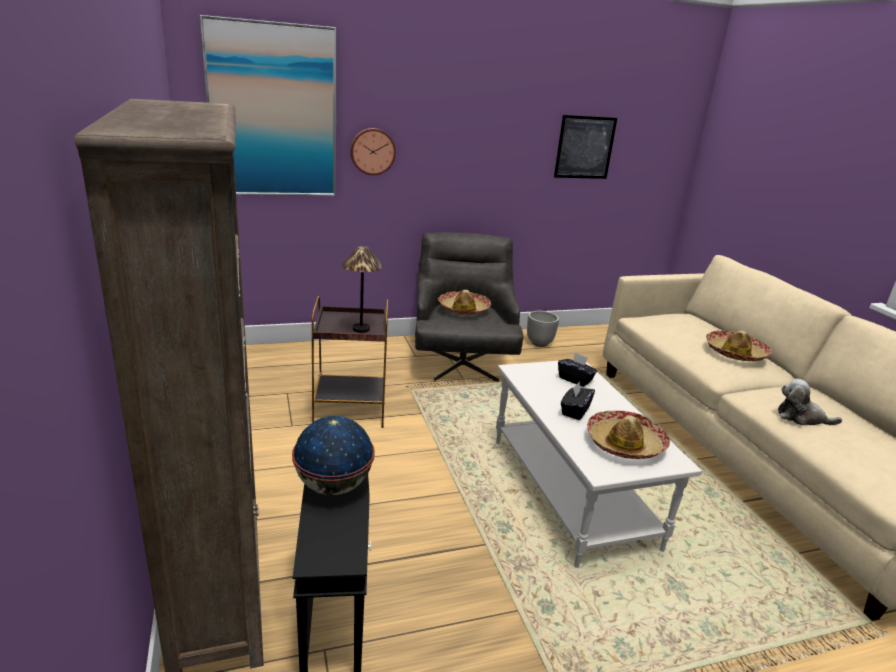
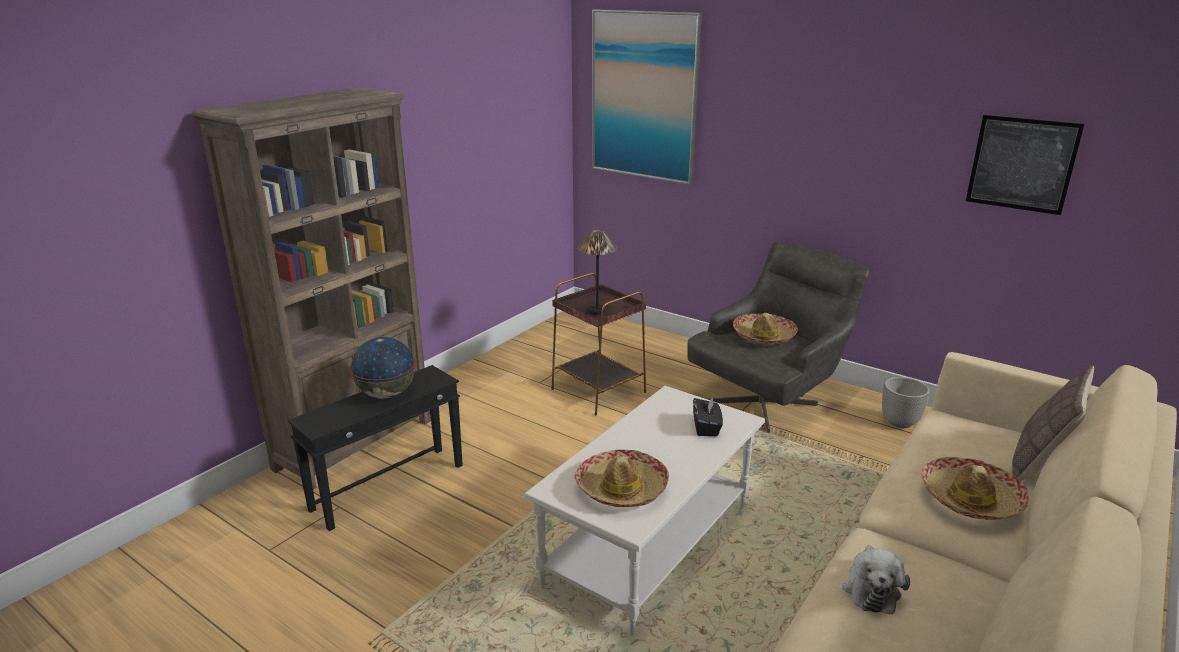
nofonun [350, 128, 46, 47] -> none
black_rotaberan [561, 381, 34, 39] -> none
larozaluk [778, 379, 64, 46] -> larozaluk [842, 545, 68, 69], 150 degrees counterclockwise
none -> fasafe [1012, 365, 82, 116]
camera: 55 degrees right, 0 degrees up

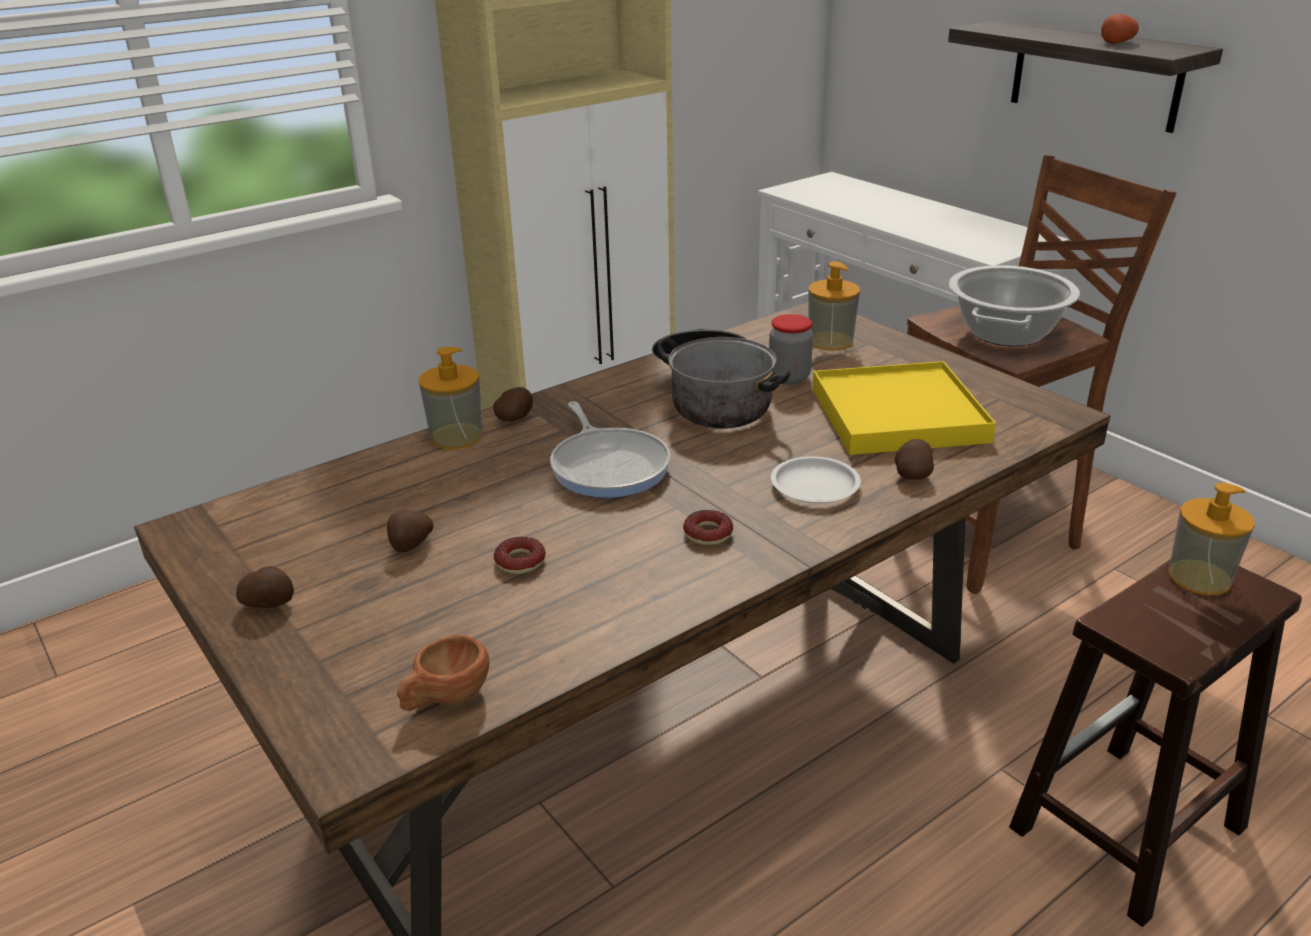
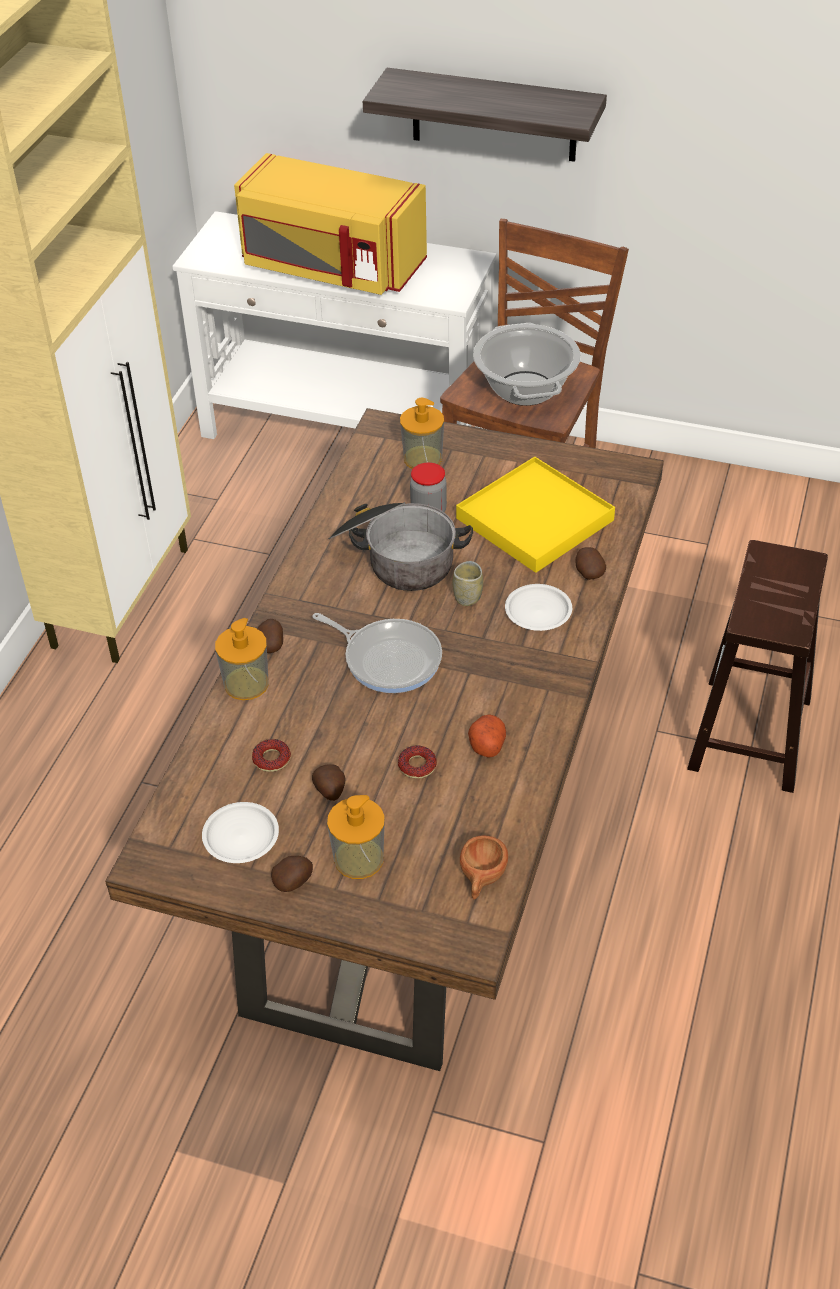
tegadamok [683, 510, 50, 35] -> tegadamok [252, 739, 39, 33], relocated
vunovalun [1101, 14, 38, 30] -> vunovalun [468, 714, 38, 44], relocated
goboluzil [1168, 482, 87, 113] -> goboluzil [327, 795, 58, 84], relocated
none -> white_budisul [202, 802, 77, 61]
none -> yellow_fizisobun [234, 153, 193, 142]
none -> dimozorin [453, 561, 30, 45]
camera: 35 degrees left, 15 degrees up

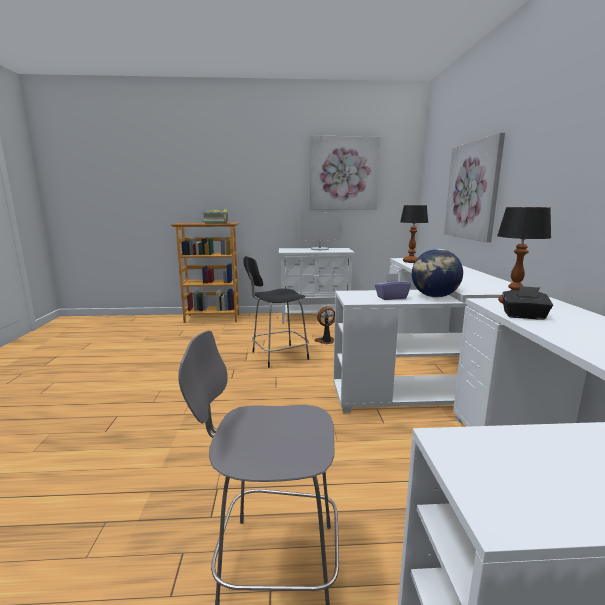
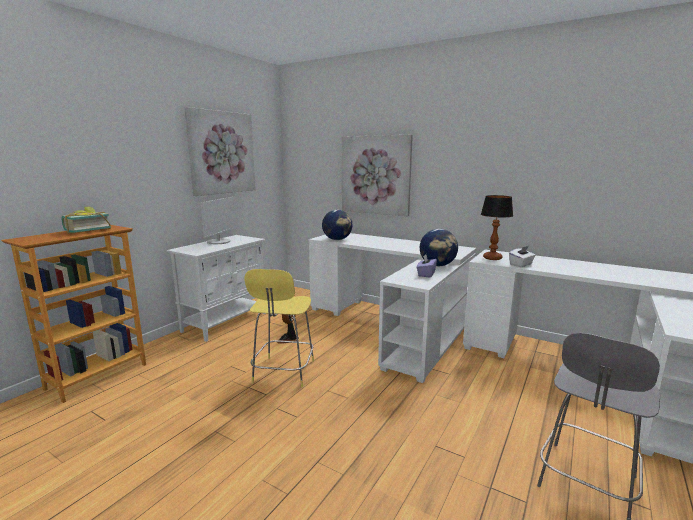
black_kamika [243, 256, 66, 112] -> yellow_kamika [244, 269, 70, 119]
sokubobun [400, 205, 28, 58] -> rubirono [322, 210, 30, 30]
black_rotaberan [502, 286, 51, 34] -> white_rotaberan [509, 246, 27, 21]
camera: 55 degrees left, 0 degrees up

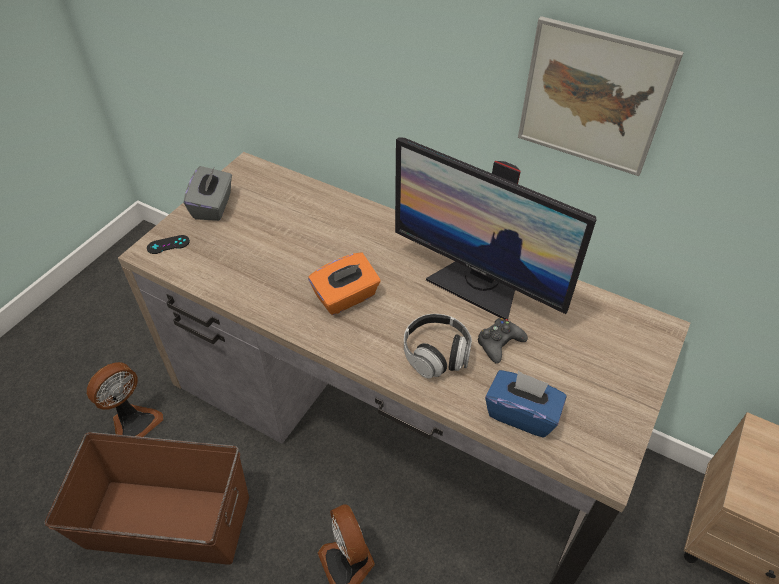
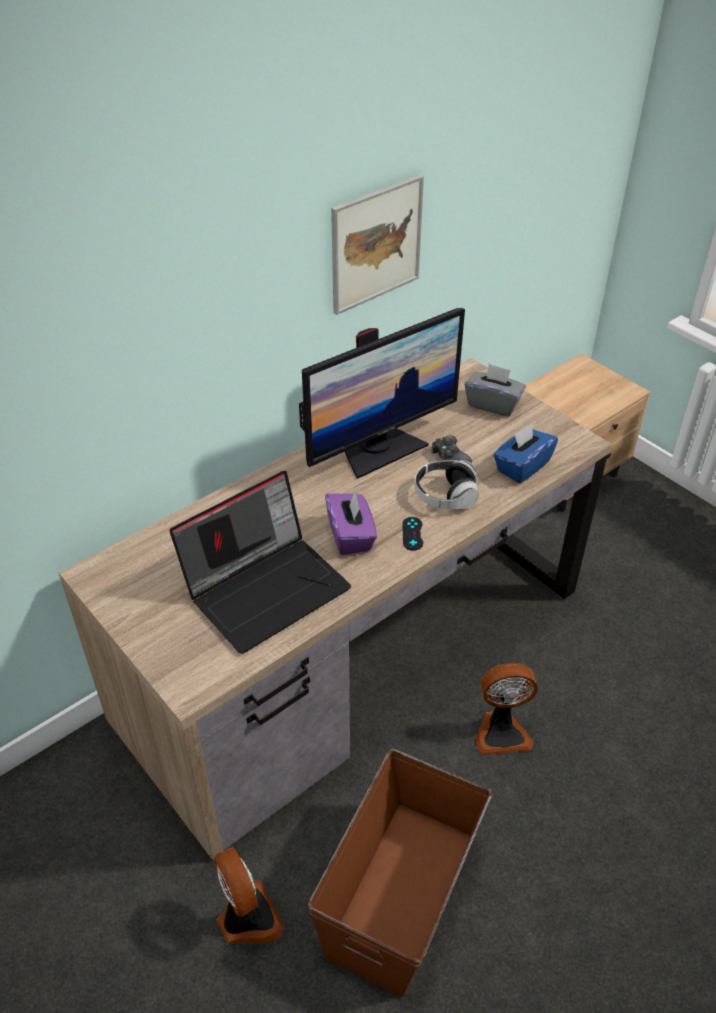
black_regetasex [147, 235, 43, 19] -> black_regetasex [402, 517, 21, 34], relocated
grey_rotaberan [184, 166, 48, 55] -> grey_rotaberan [465, 364, 61, 52], relocated
orange_rotaberan [308, 252, 73, 63] -> purple_rotaberan [325, 490, 52, 65]
none -> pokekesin [170, 471, 181, 183]
camera: 70 degrees left, 5 degrees down

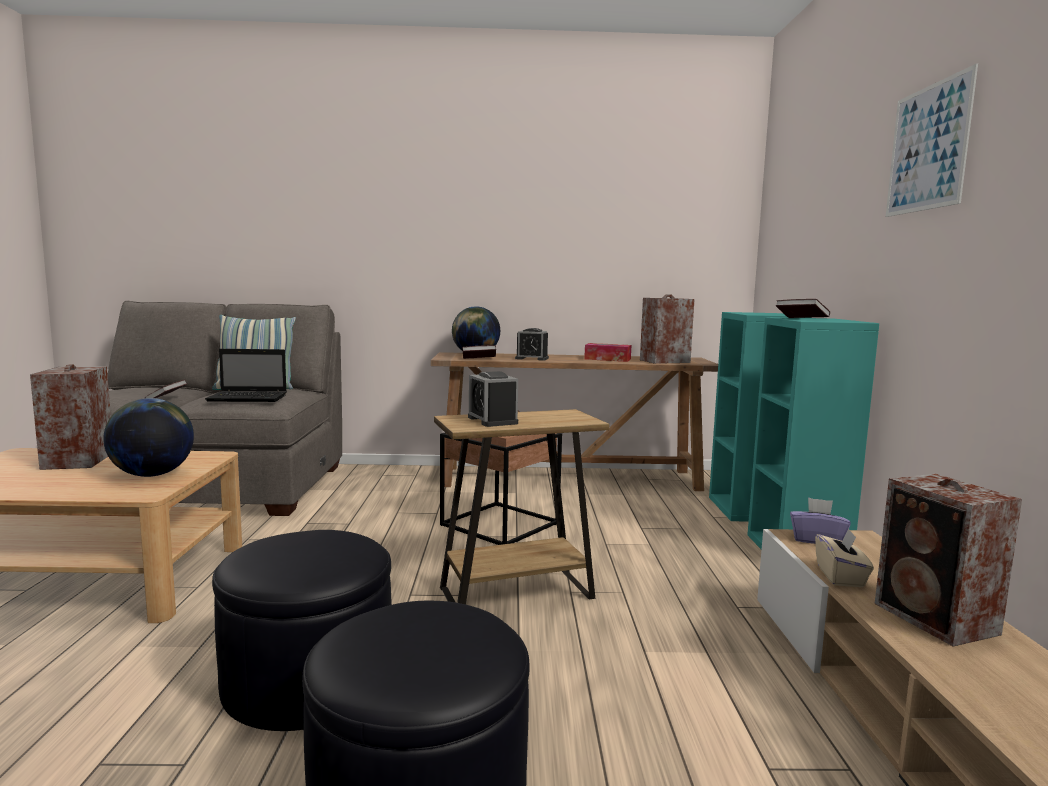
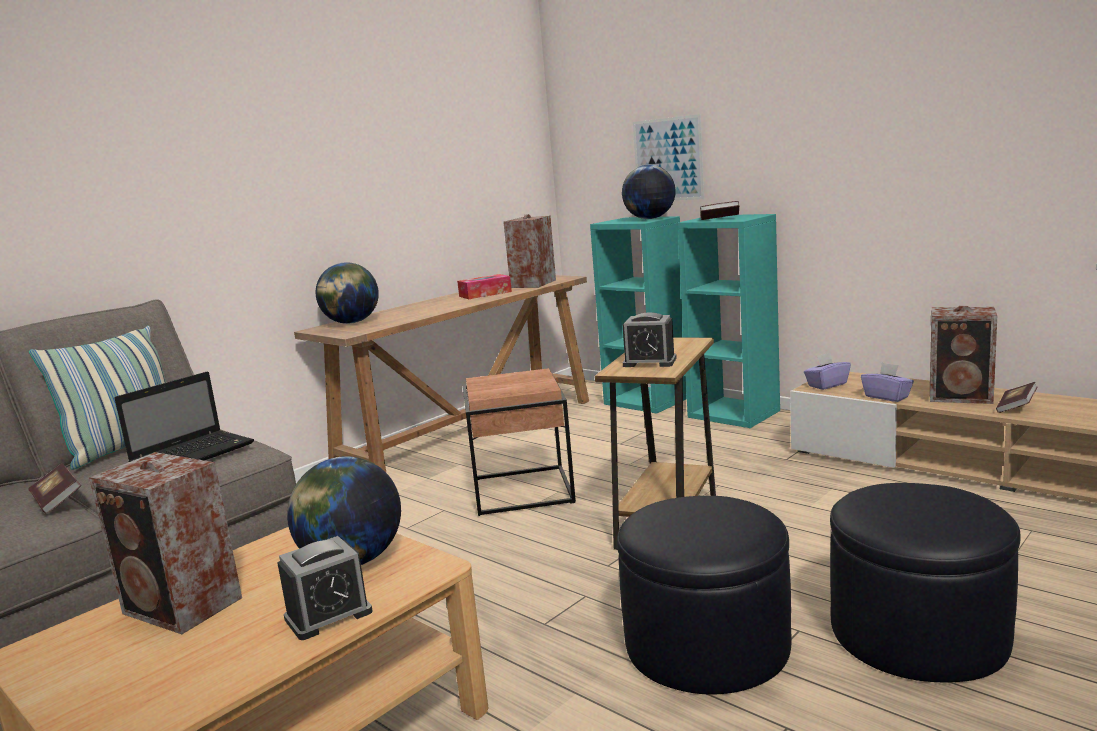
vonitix [462, 345, 34, 14] -> vonitix [996, 382, 41, 31], relocated
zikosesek [515, 328, 34, 33] -> zikosesek [277, 536, 96, 104], relocated
beige_rotaberan [815, 529, 59, 58] -> purple_rotaberan [861, 363, 53, 39]
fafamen [886, 63, 92, 154] -> fafamen [633, 114, 71, 86], relocated
none -> rubirono [622, 165, 54, 54]
camera: 45 degrees left, 5 degrees up

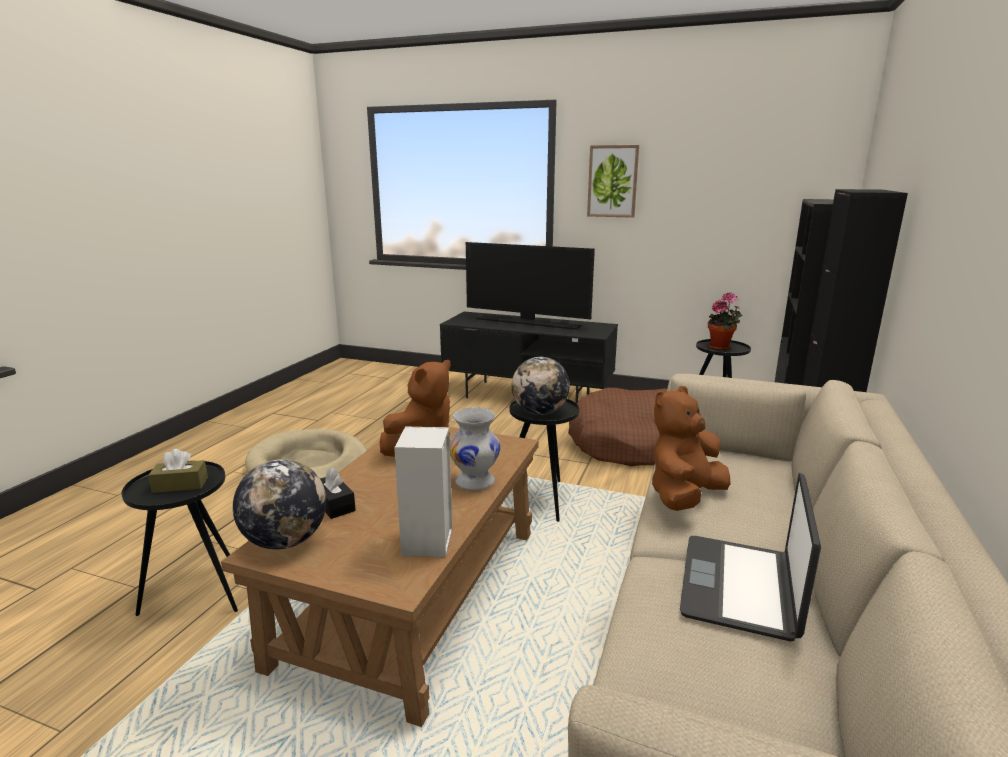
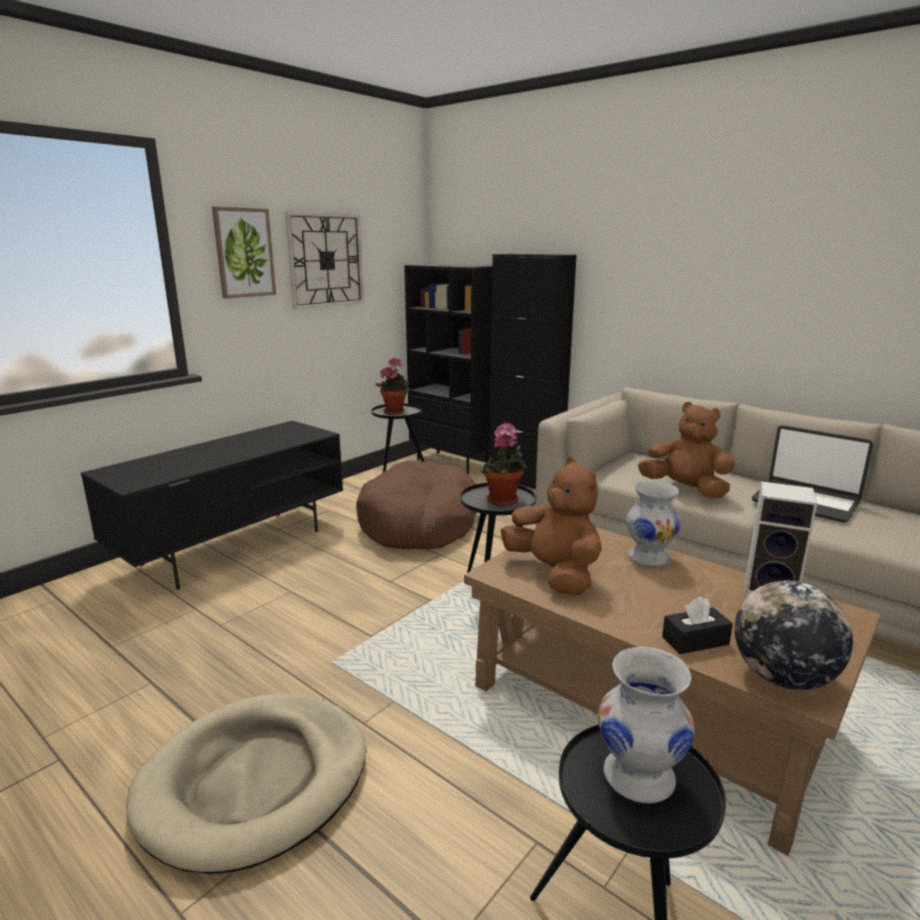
brown_rotaberan [148, 449, 60, 44] -> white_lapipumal [598, 647, 97, 157]
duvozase [466, 242, 129, 88] -> none
rubirono [512, 357, 58, 58] -> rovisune [481, 422, 46, 84]
brown_larozaluk [652, 386, 79, 125] -> brown_larozaluk [638, 402, 97, 97], 150 degrees clockwise
none -> nofonun [285, 212, 79, 98]
camera: 70 degrees left, 0 degrees up

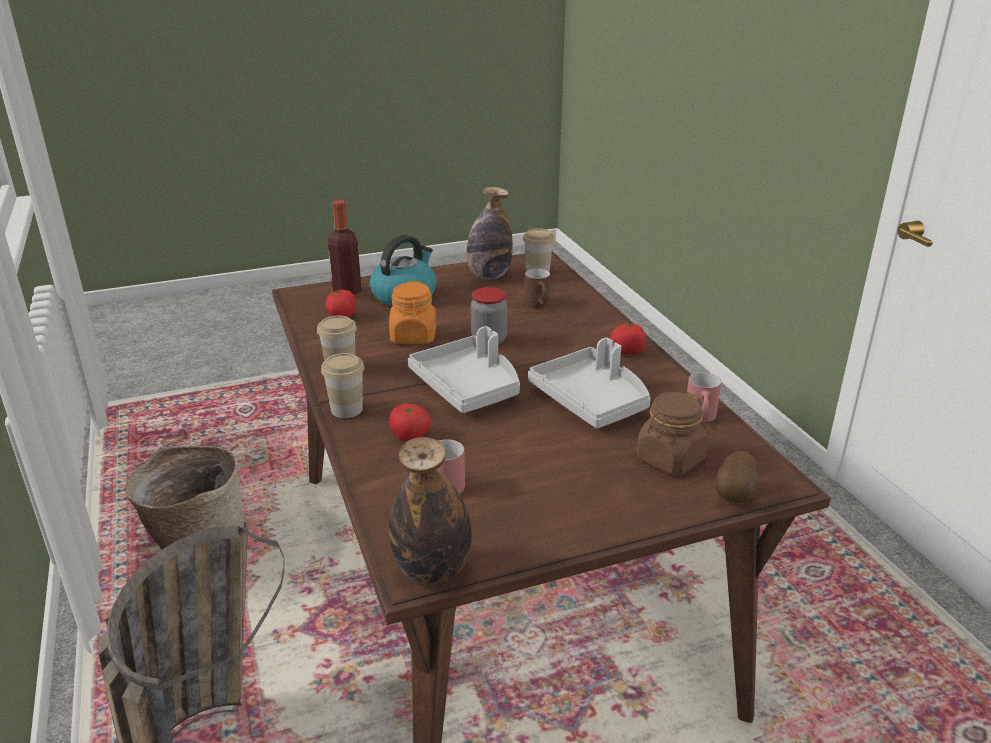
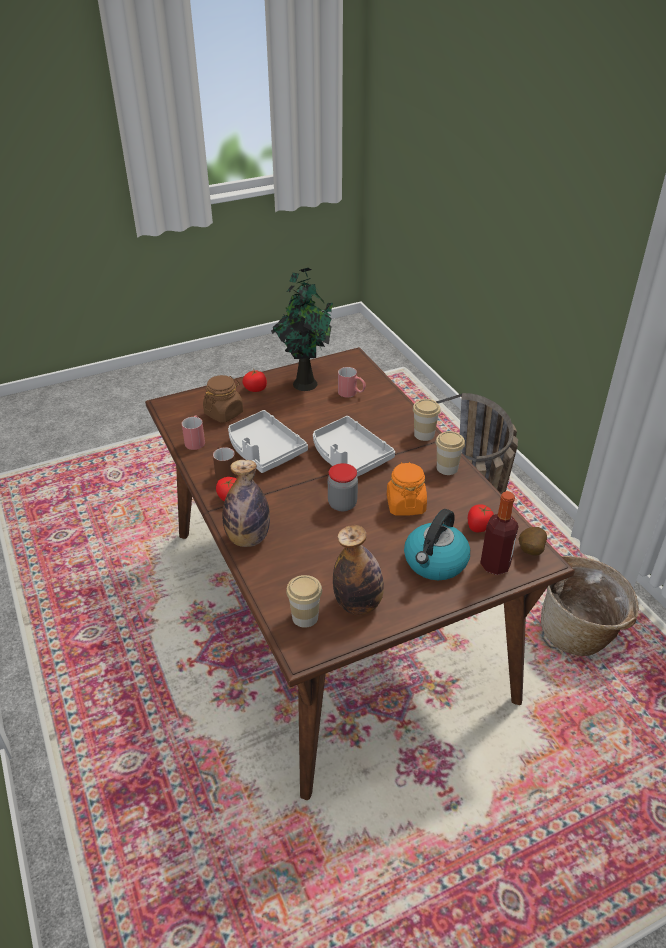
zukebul [389, 404, 42, 37] -> zukebul [242, 370, 25, 22], relocated
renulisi [389, 437, 83, 148] -> renulisi [222, 460, 48, 87], relocated
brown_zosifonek [524, 269, 26, 39] -> brown_zosifonek [213, 446, 24, 35], relocated
vunovalun [716, 451, 43, 52] -> vunovalun [518, 527, 29, 29], relocated
none -> rovisune [271, 268, 62, 123]
camera: 175 degrees right, 10 degrees up

